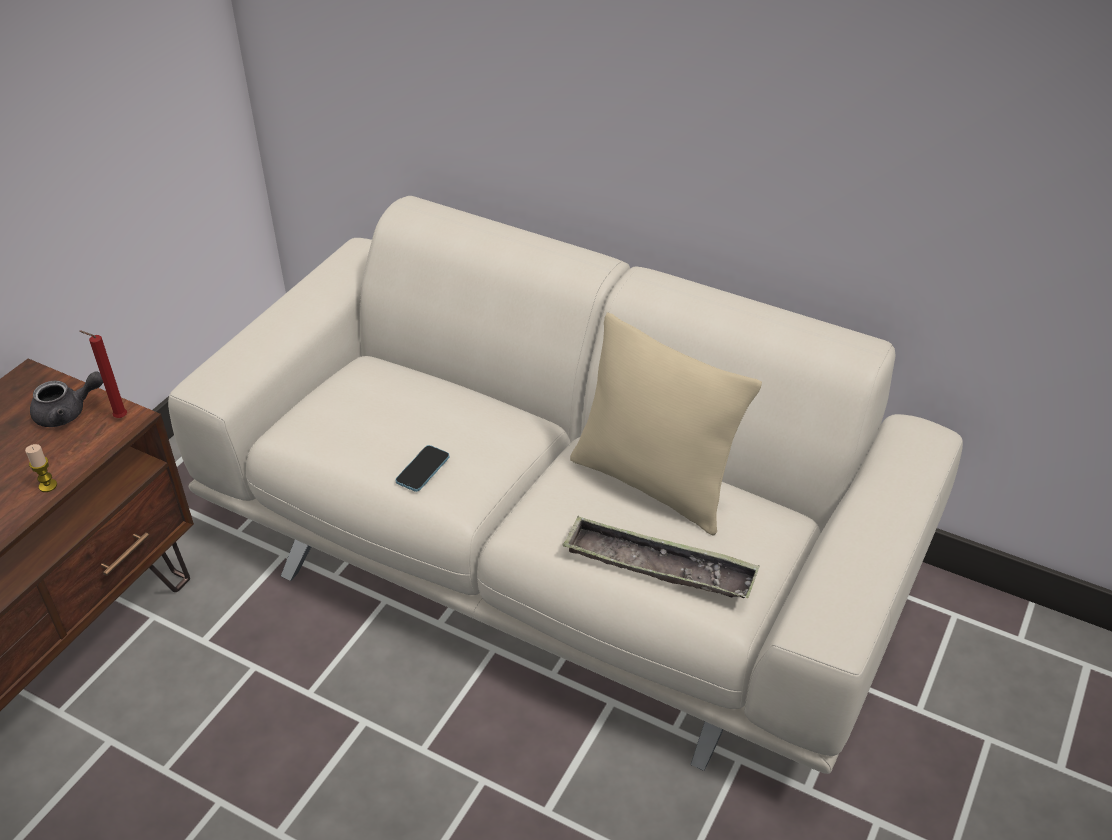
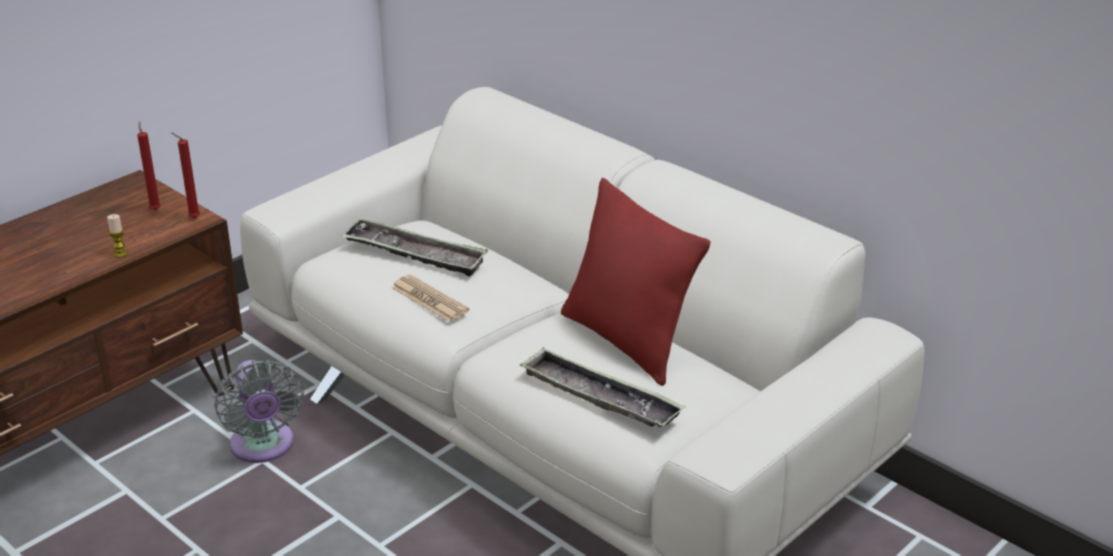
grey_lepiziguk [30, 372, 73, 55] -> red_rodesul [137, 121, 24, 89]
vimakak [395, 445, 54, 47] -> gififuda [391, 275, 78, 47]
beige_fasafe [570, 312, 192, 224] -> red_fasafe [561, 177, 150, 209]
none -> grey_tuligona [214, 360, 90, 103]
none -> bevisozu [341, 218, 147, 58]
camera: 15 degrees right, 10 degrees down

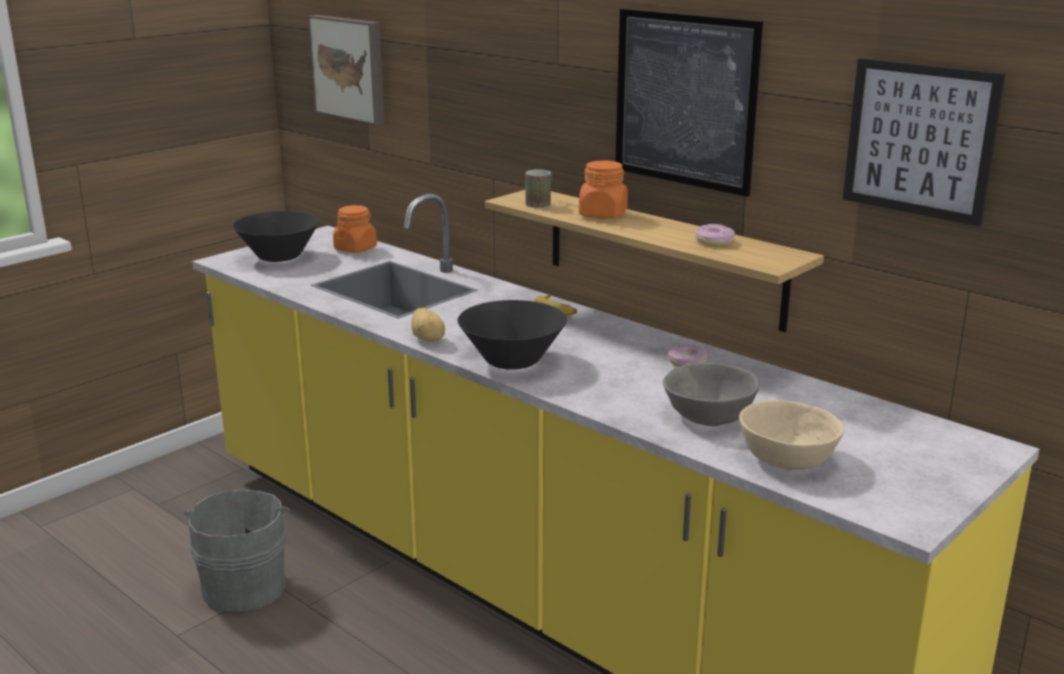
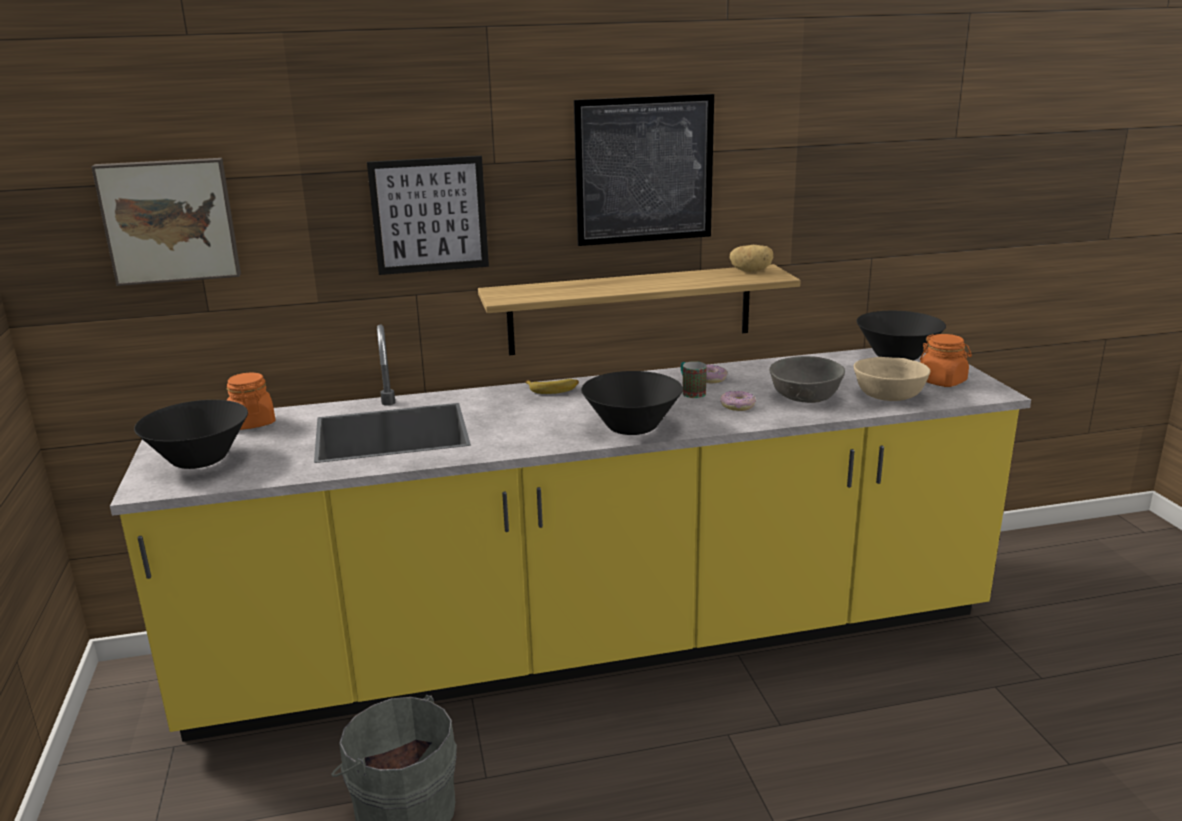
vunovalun [411, 308, 34, 34] -> vunovalun [729, 245, 44, 27], relocated
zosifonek [525, 169, 27, 39] -> zosifonek [681, 361, 26, 37], relocated
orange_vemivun [579, 160, 49, 59] -> orange_vemivun [920, 334, 52, 53], relocated
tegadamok [695, 224, 40, 22] -> tegadamok [720, 391, 36, 20], relocated
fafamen [843, 58, 162, 168] -> fafamen [367, 156, 122, 119], relocated
none -> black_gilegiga [857, 311, 89, 50]
camera: 55 degrees left, 0 degrees up

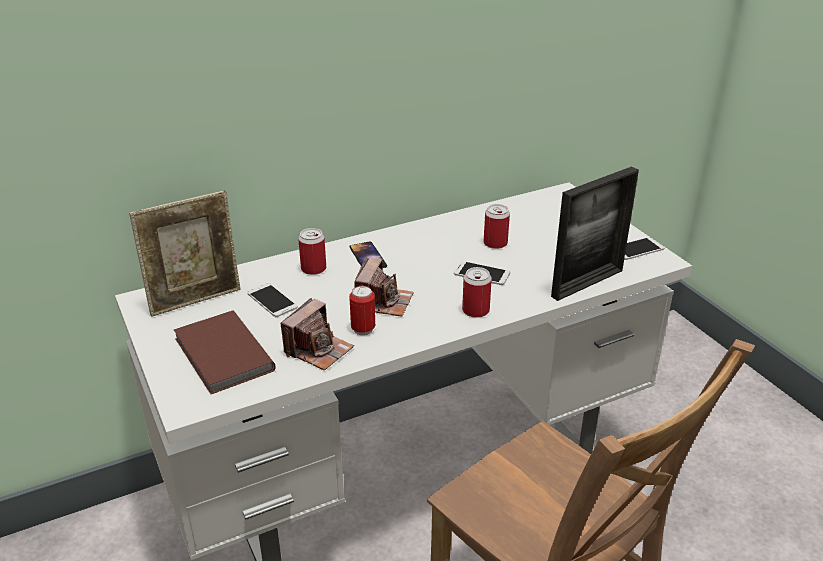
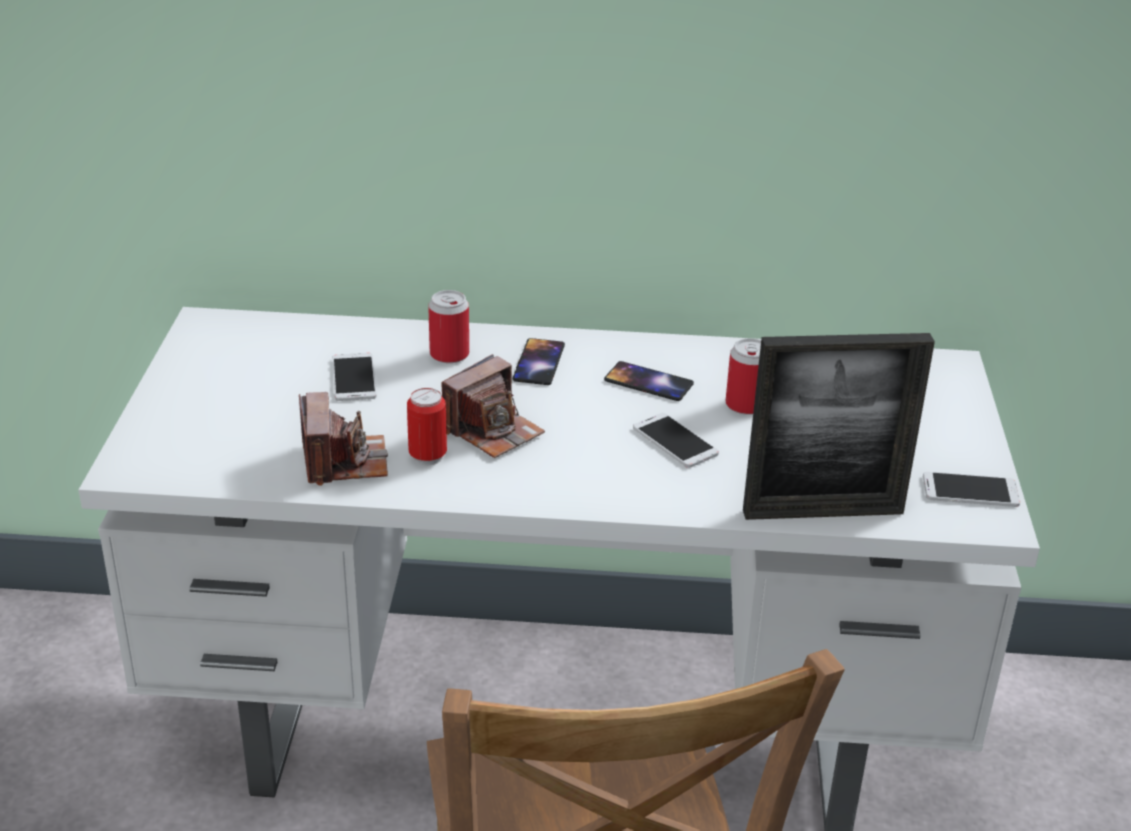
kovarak [129, 190, 112, 127] -> none
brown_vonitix [174, 311, 102, 83] -> none
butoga [280, 298, 74, 72] -> butoga [299, 392, 89, 94], 75 degrees counterclockwise
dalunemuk [462, 267, 30, 51] -> none
none -> vimakak [604, 361, 90, 40]
camera: 30 degrees right, 0 degrees up

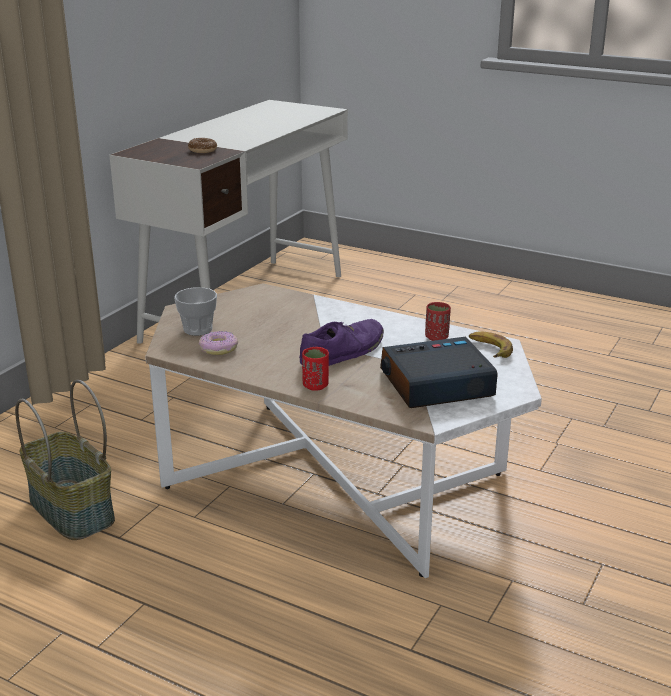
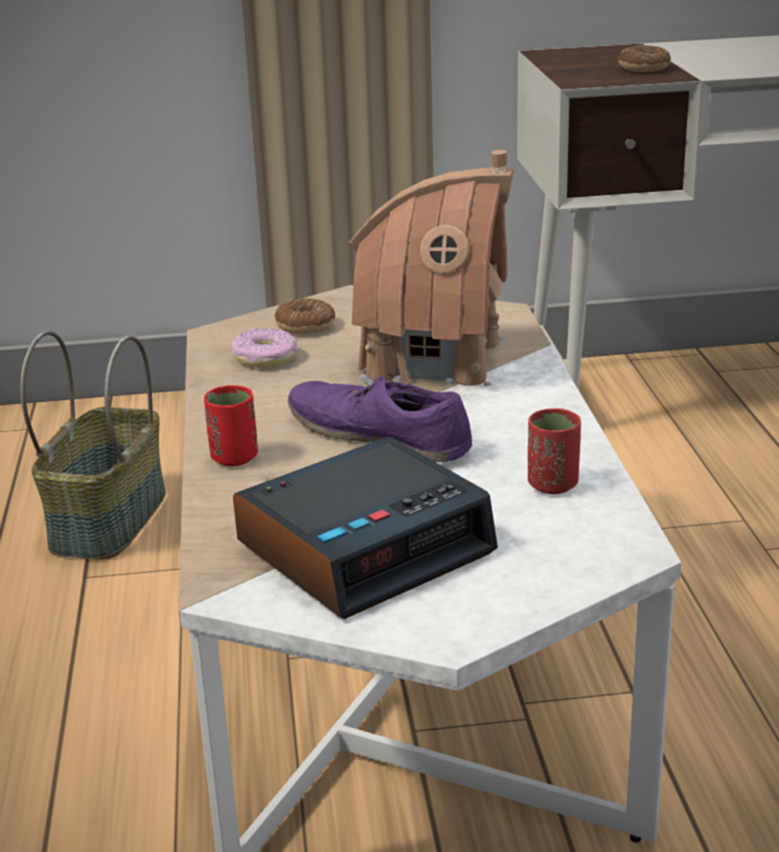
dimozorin [174, 287, 43, 49] -> tegadamok [275, 298, 60, 36]
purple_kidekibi [299, 319, 85, 47] -> purple_kidekibi [288, 373, 184, 89], 150 degrees counterclockwise
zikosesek [380, 337, 118, 71] -> zikosesek [233, 437, 265, 182], 105 degrees clockwise
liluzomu [469, 331, 44, 27] -> none
none -> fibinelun [349, 150, 165, 236]
camera: 55 degrees right, 0 degrees up

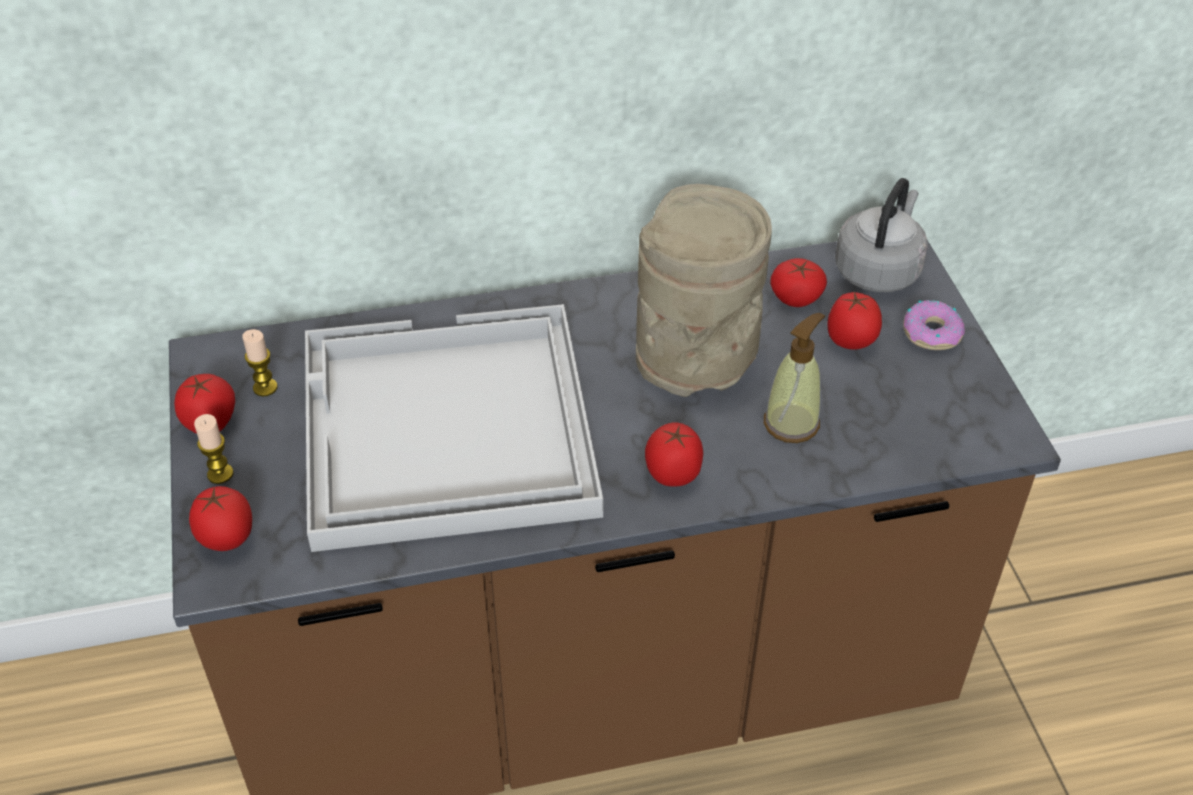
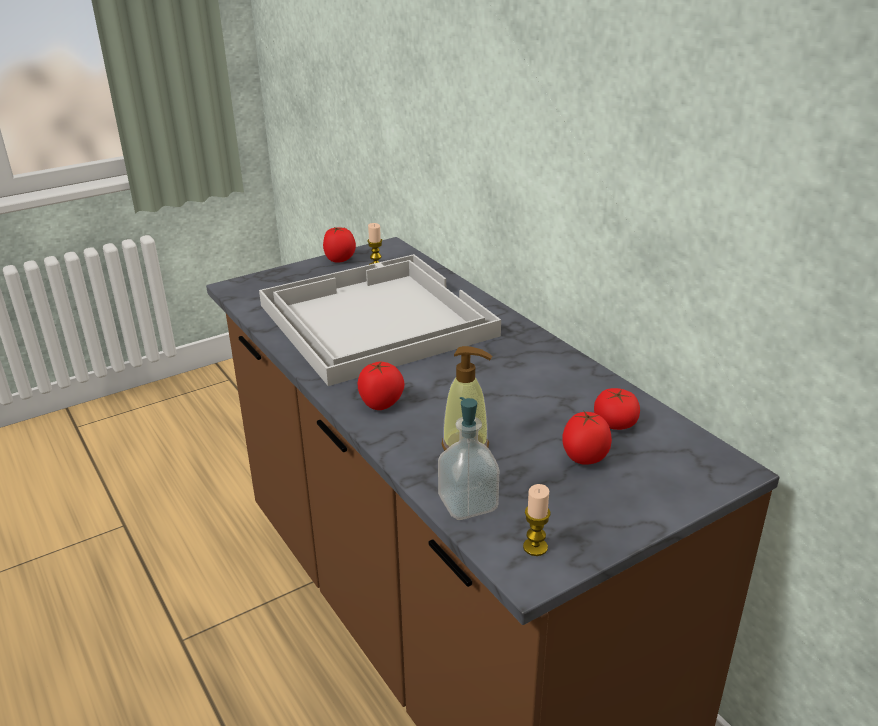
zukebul [189, 486, 63, 65] -> none
rodesul [194, 414, 40, 70] -> rodesul [523, 484, 28, 72], relocated
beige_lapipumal [636, 184, 136, 213] -> none
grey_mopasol [835, 178, 93, 114] -> none
tegadamok [903, 300, 62, 50] -> none
none -> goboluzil [438, 397, 61, 123]
camera: 70 degrees right, 15 degrees down

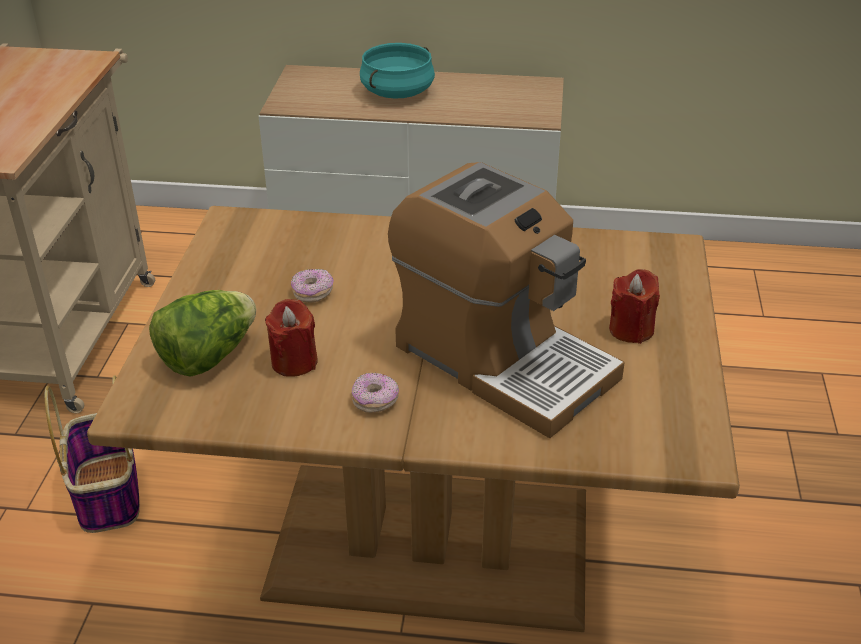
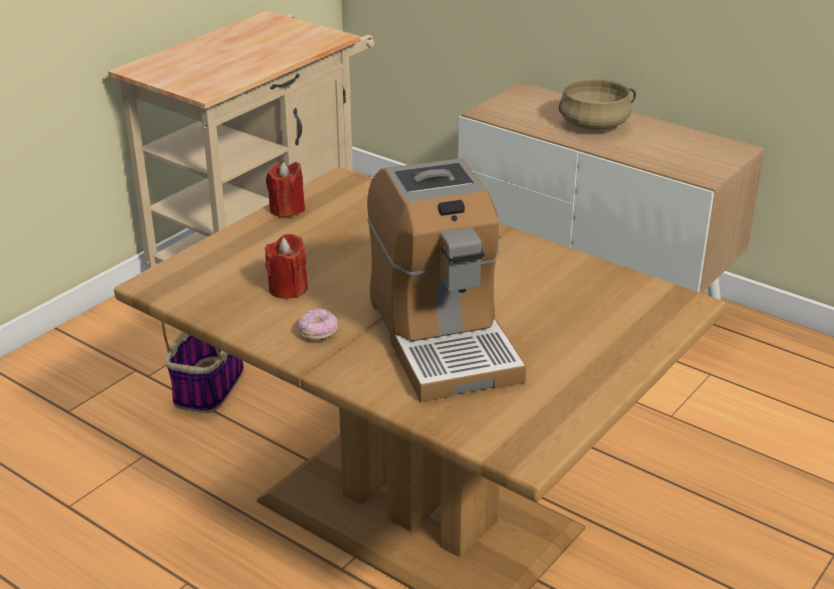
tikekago [149, 290, 107, 87] -> none
tegadamok [291, 269, 43, 34] -> none
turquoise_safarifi [360, 43, 75, 55] -> beige_safarifi [559, 78, 77, 52]
red_rodesul [609, 269, 51, 75] -> red_rodesul [266, 161, 39, 56], relocated
camera: 30 degrees right, 5 degrees down

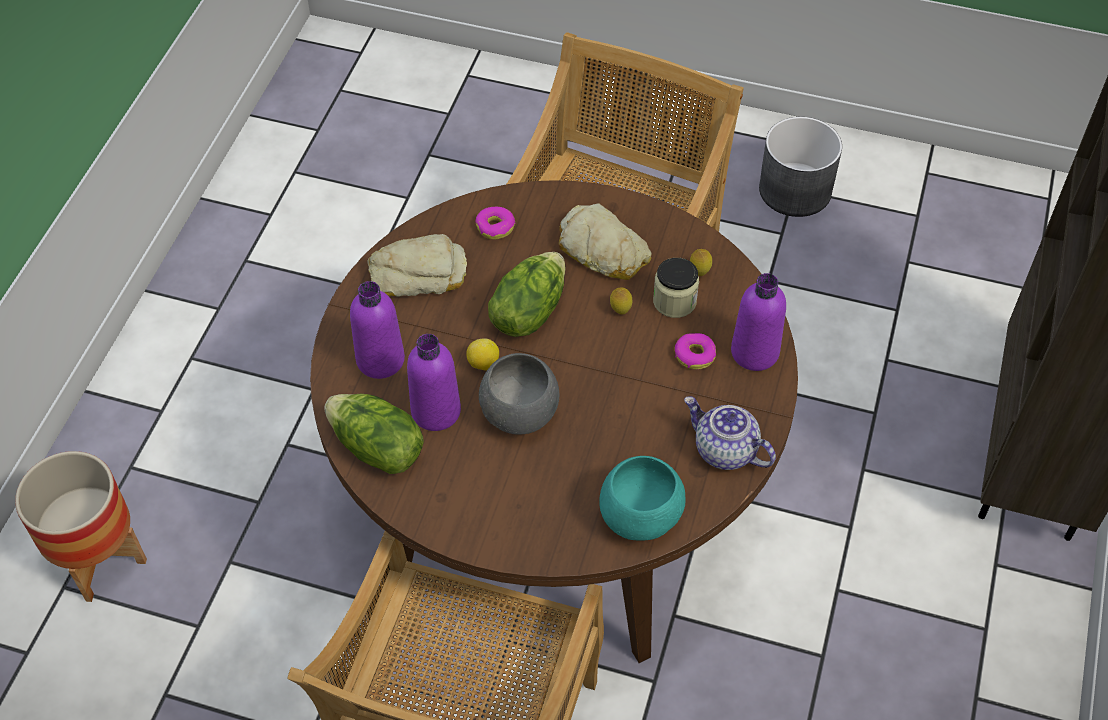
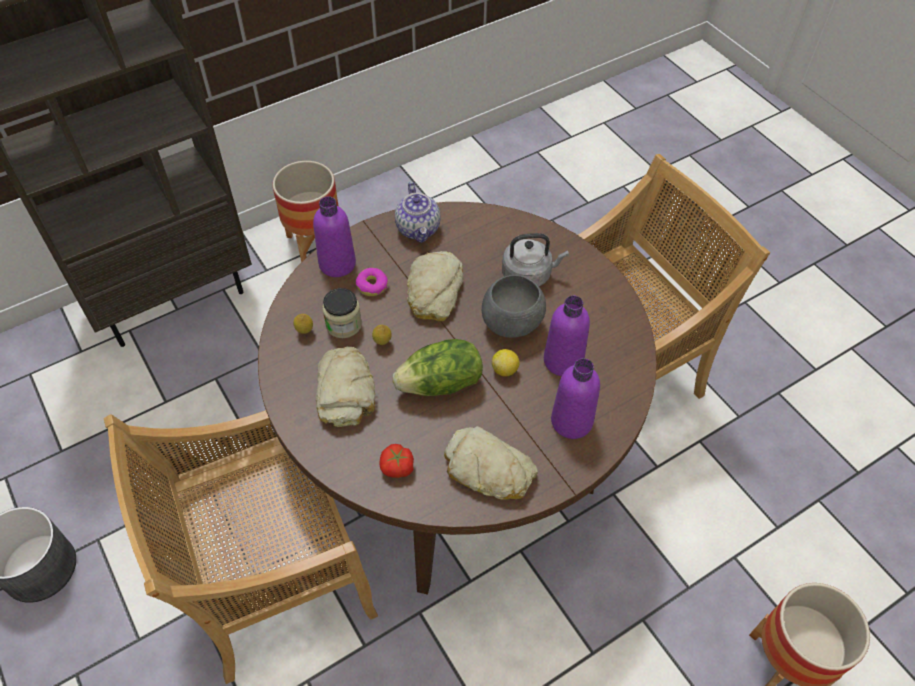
tikekago [324, 394, 100, 80] -> none
tegadamok [476, 207, 39, 33] -> zukebul [379, 444, 35, 34]
turquoise_gilegiga [599, 456, 86, 85] -> none
none -> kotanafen [273, 161, 65, 101]
none -> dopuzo [407, 251, 56, 70]
none -> grey_mopasol [502, 233, 67, 53]
camera: 140 degrees left, 0 degrees up

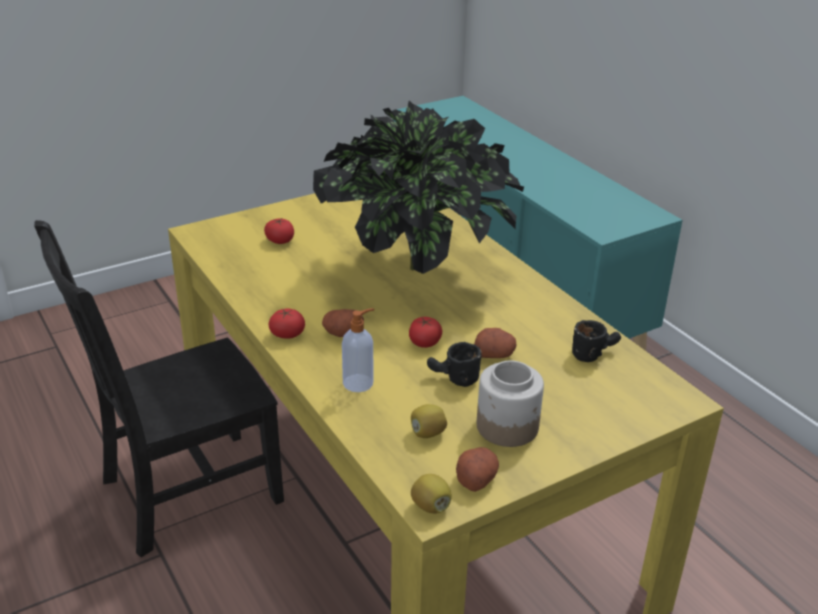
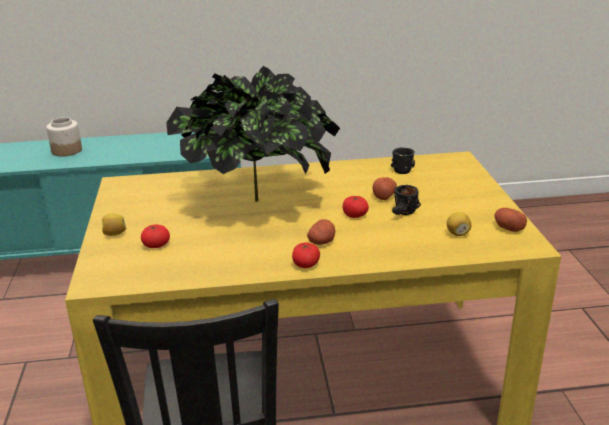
goboluzil [342, 308, 32, 84] -> none
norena [411, 474, 41, 40] -> norena [102, 214, 24, 22], relocated
vemivun [477, 360, 67, 87] -> vemivun [46, 117, 36, 40], relocated
camera: 65 degrees left, 5 degrees down

